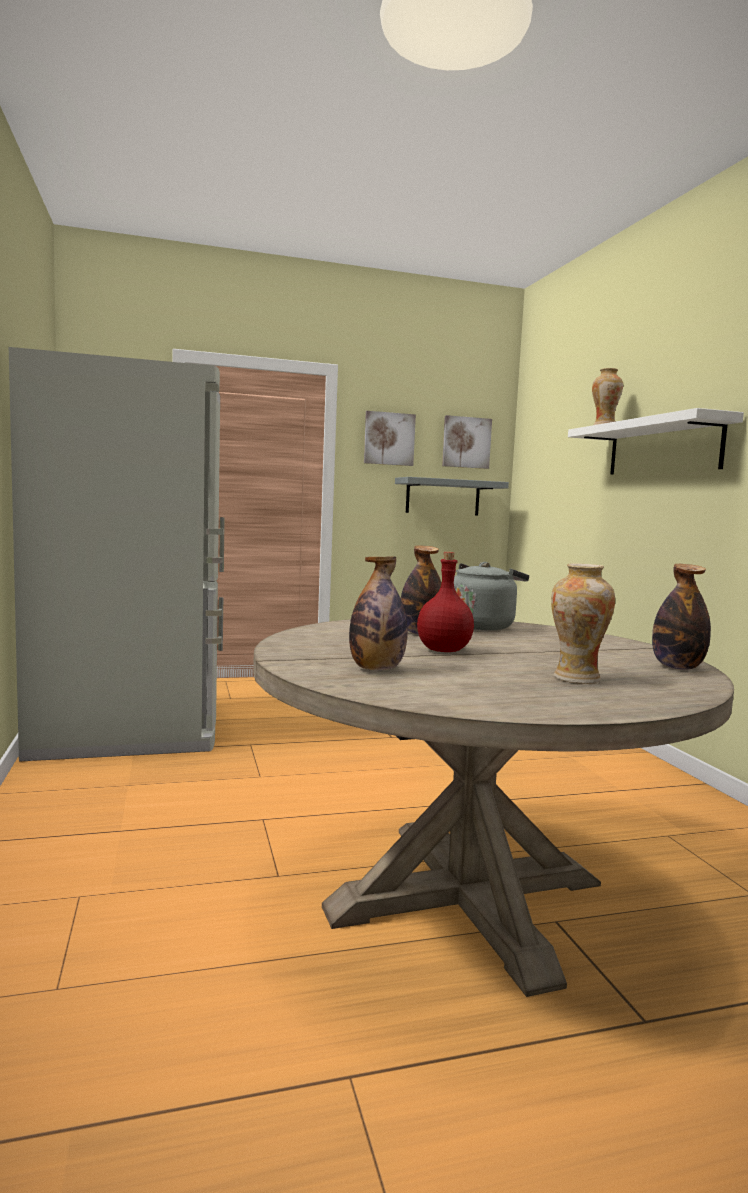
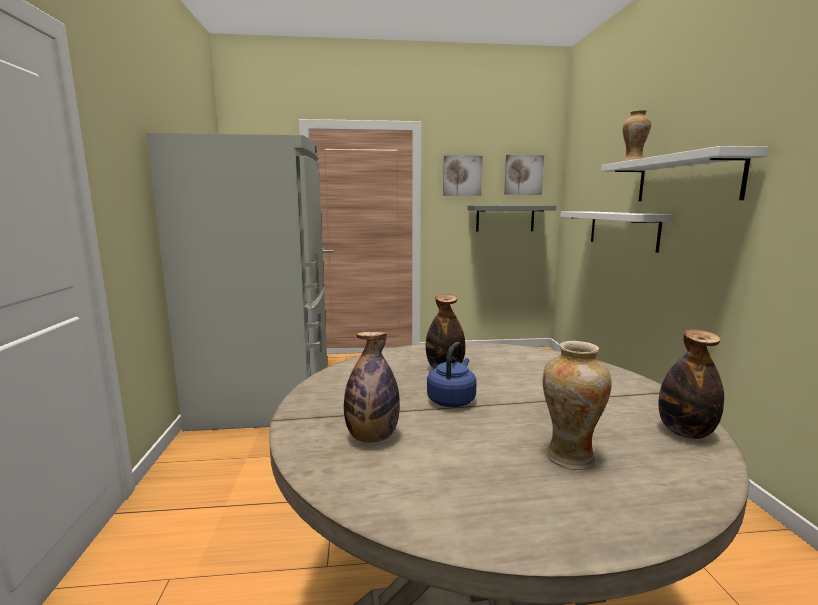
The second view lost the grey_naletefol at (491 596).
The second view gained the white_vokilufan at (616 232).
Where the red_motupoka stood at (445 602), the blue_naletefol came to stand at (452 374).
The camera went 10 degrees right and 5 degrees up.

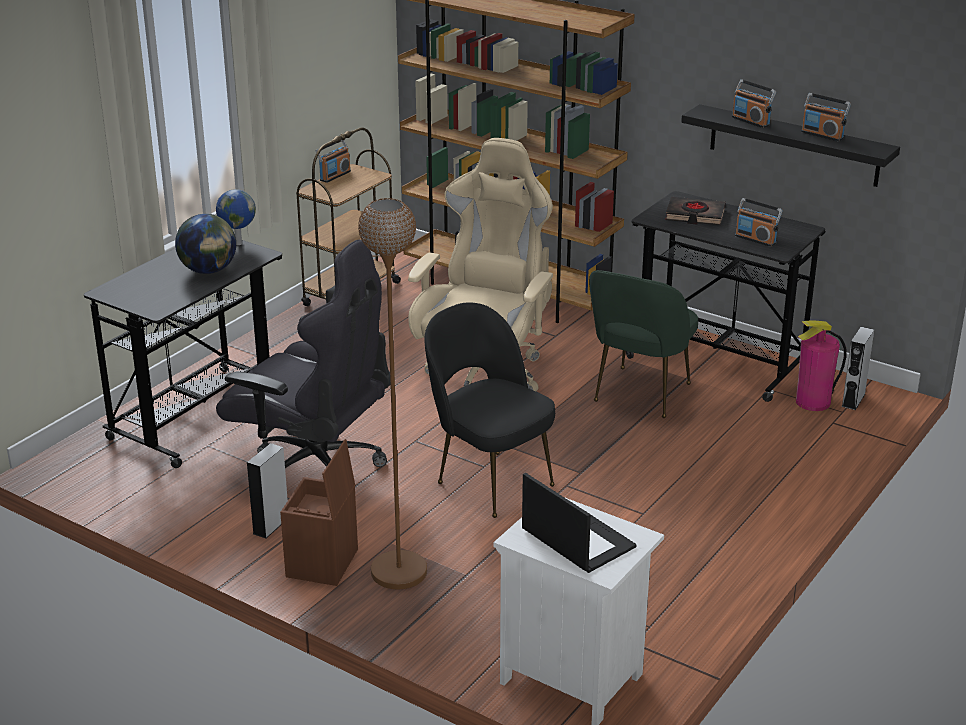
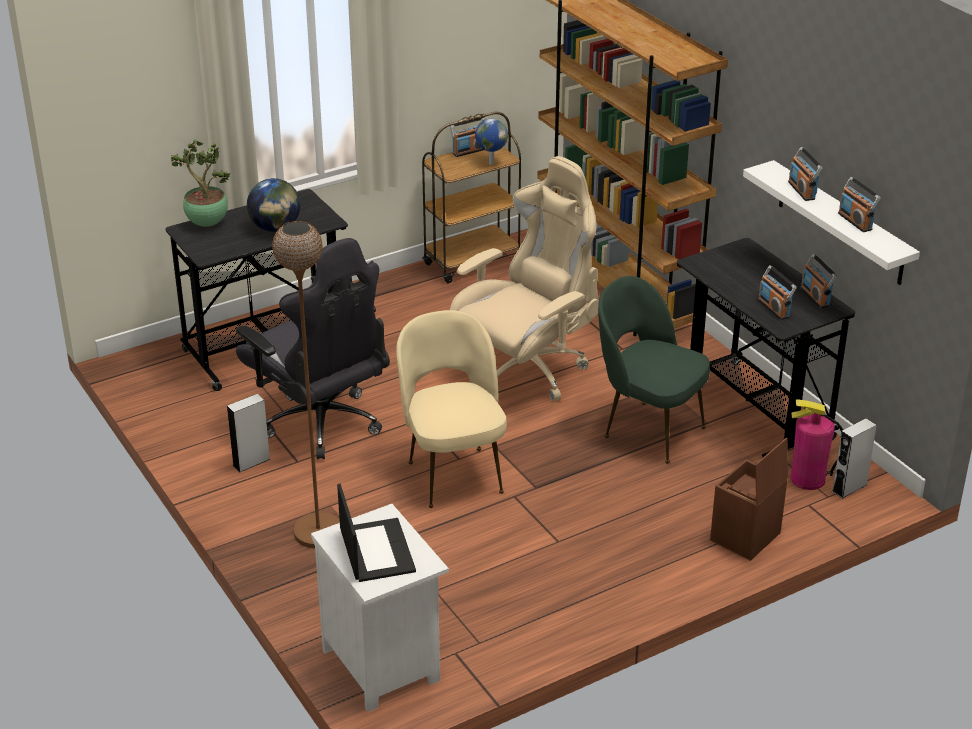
The second view lost the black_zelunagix at (695 211).
The second view gained the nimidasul at (200 183).
The second view gained the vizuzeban at (819 281).
The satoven ended up elsewhere, having gone from (236 217) to (491 141).
The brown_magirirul ended up elsewhere, having gone from (319 512) to (749 499).
What was the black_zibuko at (490 410) turned into the beige_zibuko at (451 409).
What was the black_vokilufan at (790 145) turned into the white_vokilufan at (831 222).
The green_zibuko at (643 344) ended up facing another way, 75 degrees clockwise from before.
The camera went 25 degrees right and 5 degrees up.

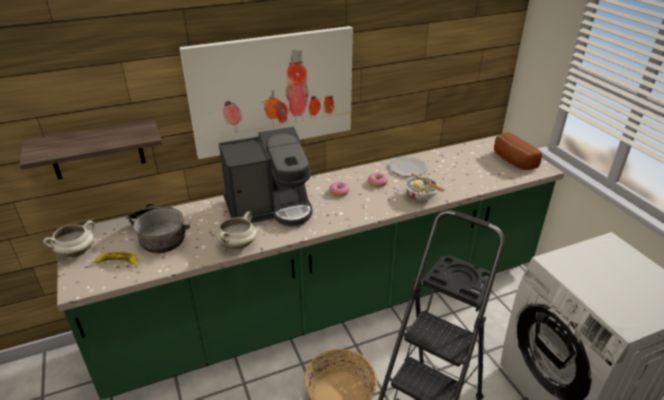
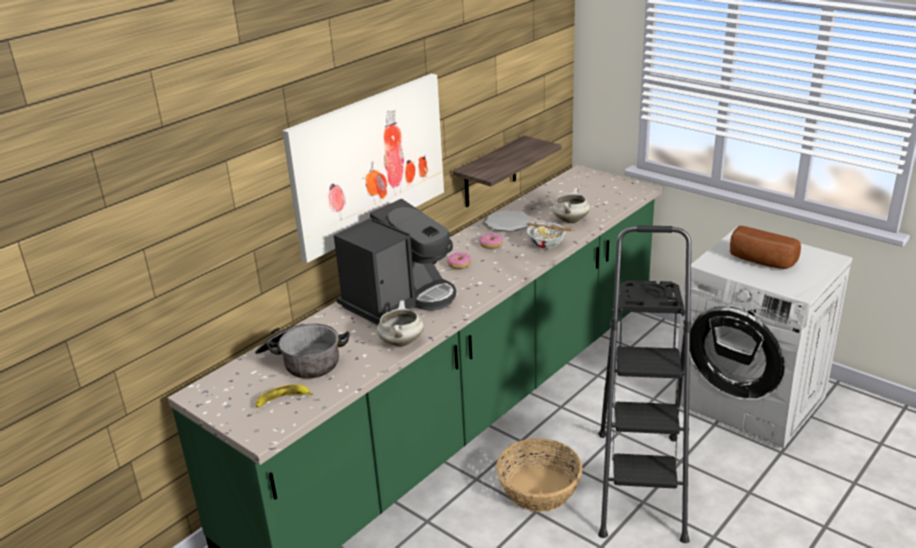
The vokilufan ended up elsewhere, having gone from (90 149) to (507 171).
The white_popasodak ended up elsewhere, having gone from (69 238) to (571 205).
The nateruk ended up elsewhere, having gone from (518 151) to (765 247).
The camera went 25 degrees left and 5 degrees down.

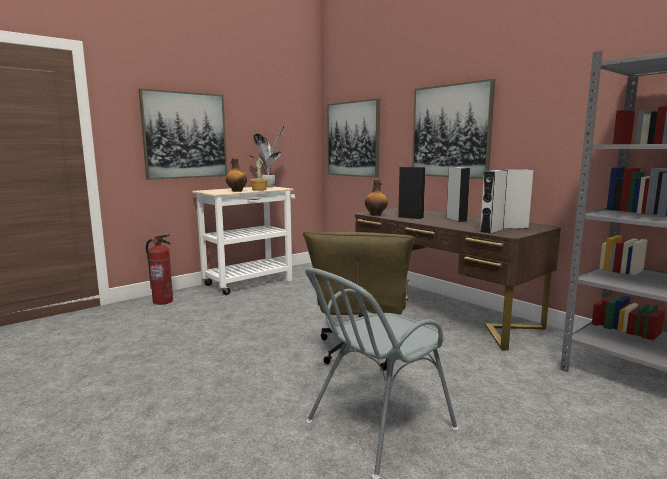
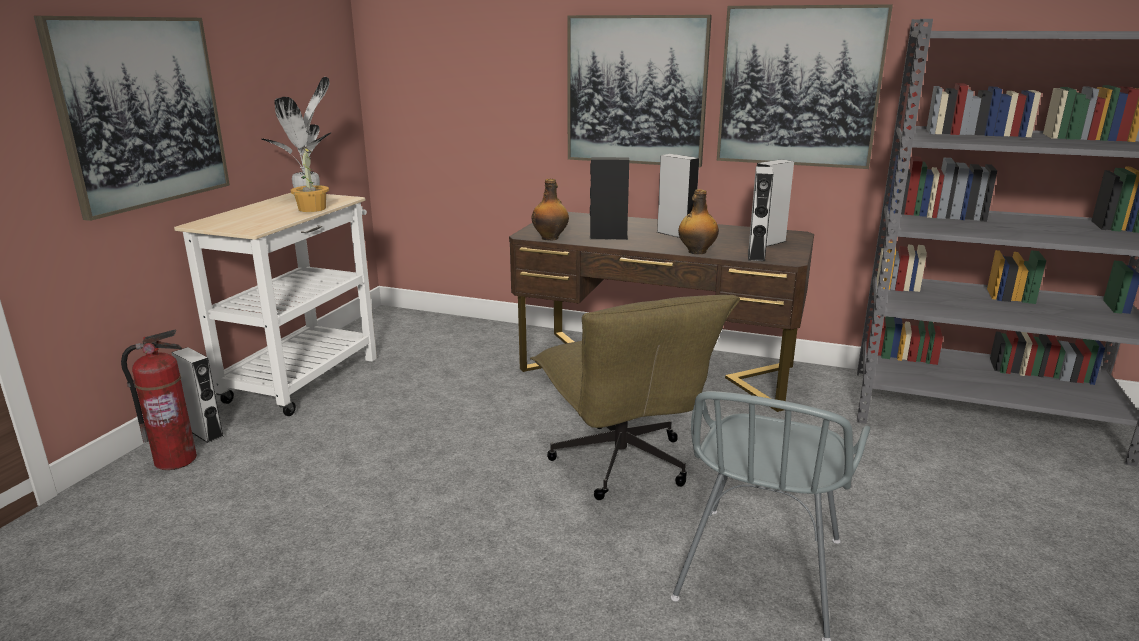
The second view gained the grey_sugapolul at (198 395).
The motupoka ended up elsewhere, having gone from (236 175) to (698 221).
The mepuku ended up elsewhere, having gone from (353 138) to (805 86).
The camera went 30 degrees left and 10 degrees up.

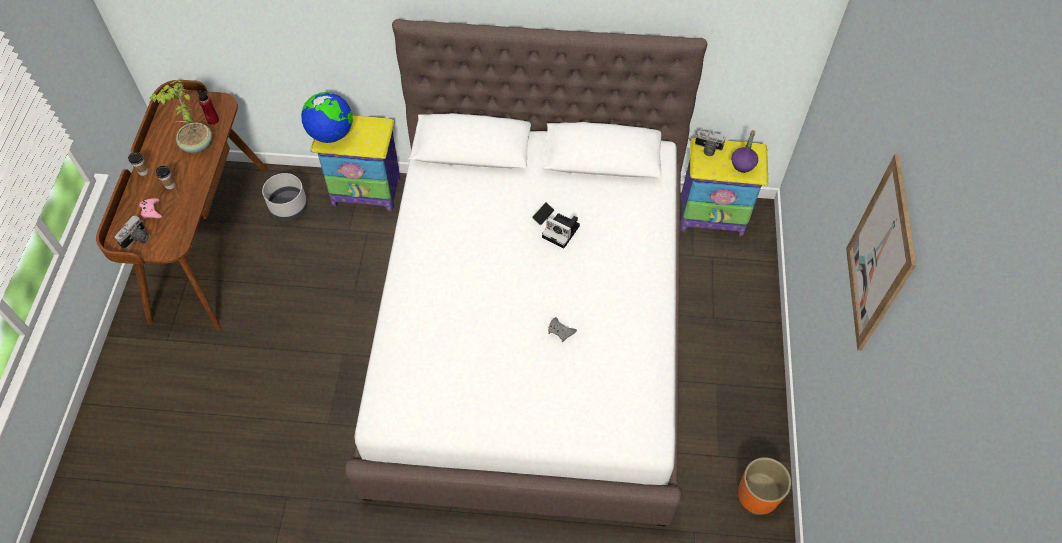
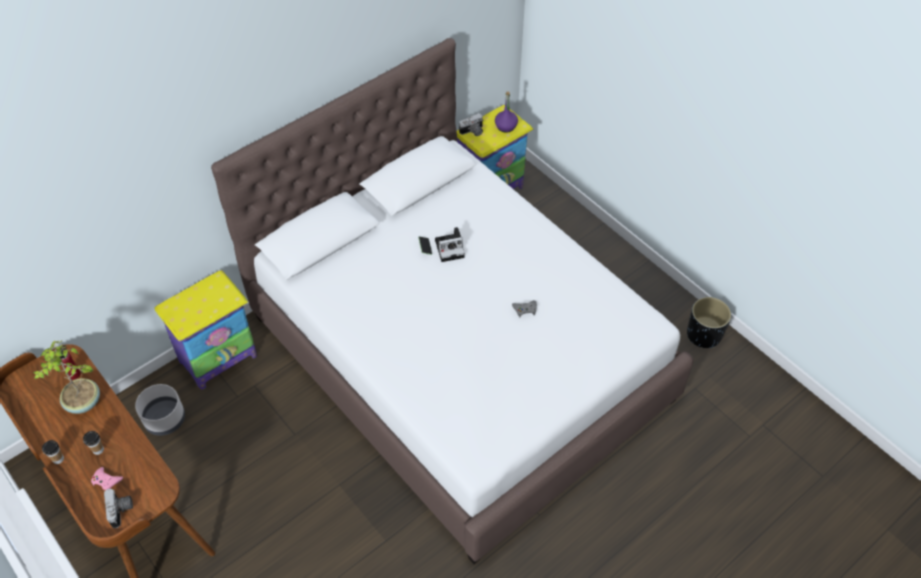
The second view lost the satoven at (327 117).
The second view lost the mepuku at (881 252).
What was the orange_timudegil at (764 486) turned into the black_timudegil at (709 322).
The camera went 45 degrees left and 5 degrees down.

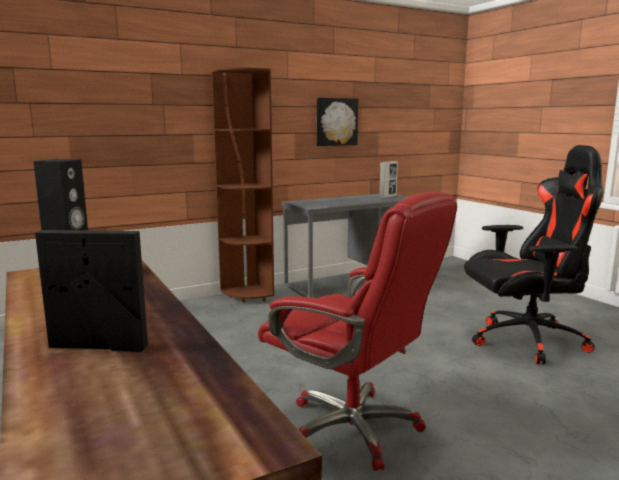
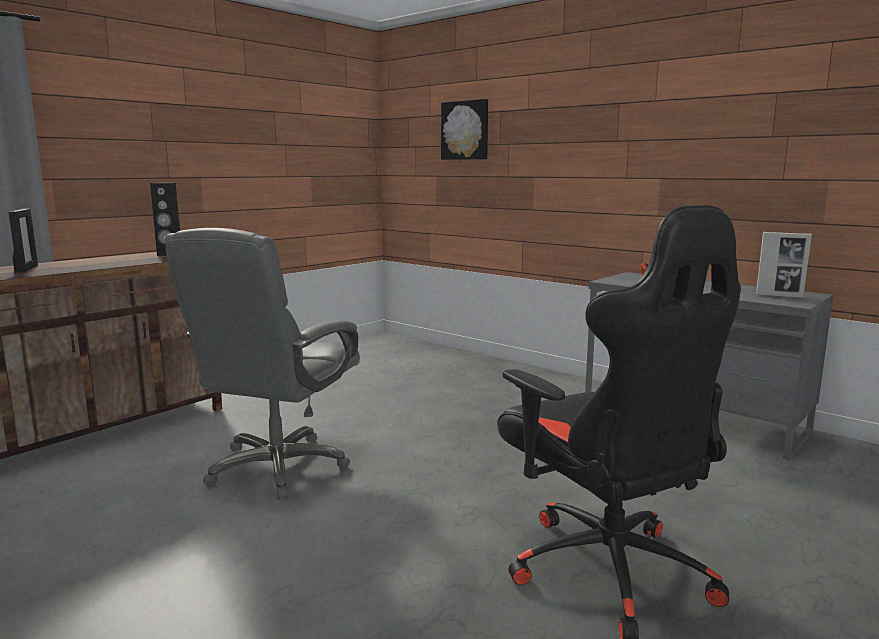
The second view lost the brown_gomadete at (243 185).
The mepuku ended up elsewhere, having gone from (338 122) to (464 129).
What was the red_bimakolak at (357 331) turned into the grey_bimakolak at (262 364).
The camera went 70 degrees right and 0 degrees up.

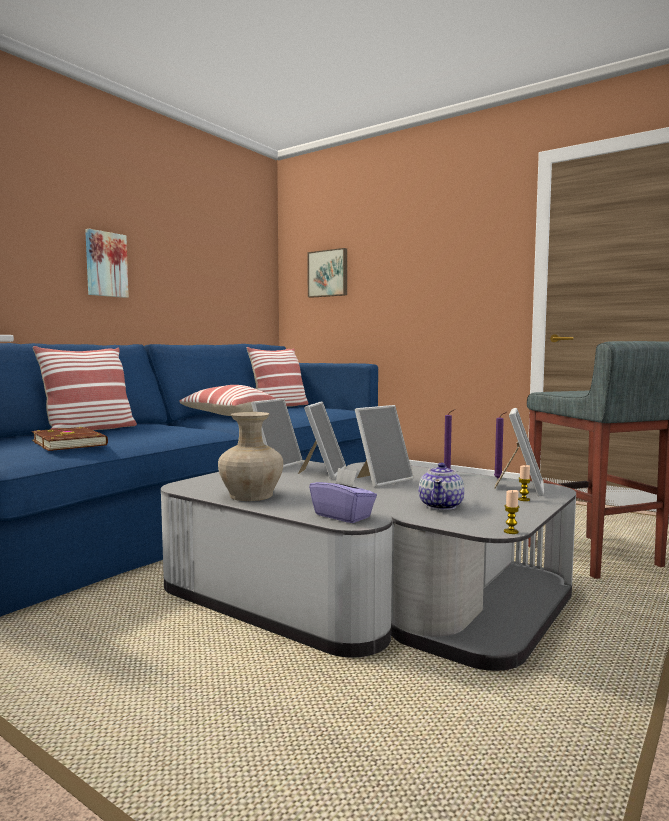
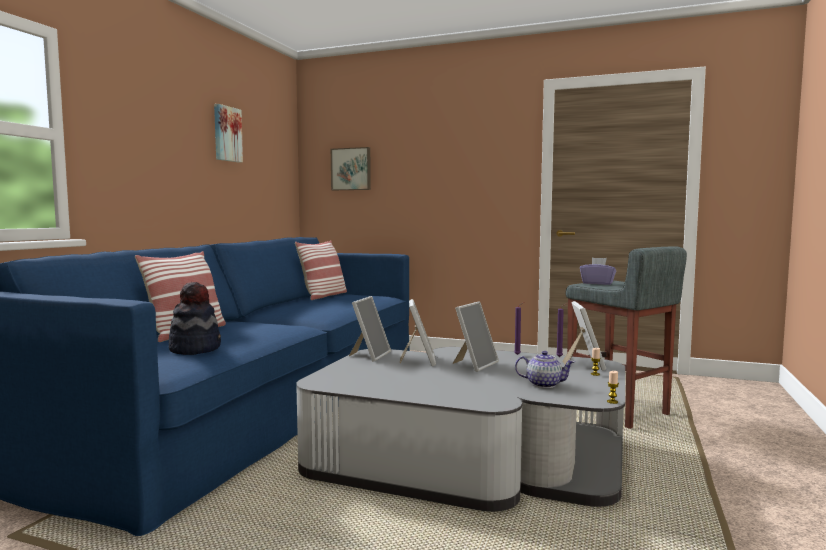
The second view lost the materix at (228 400).
The second view lost the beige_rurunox at (250 456).
The mepuku ended up elsewhere, having gone from (107 263) to (228 133).
The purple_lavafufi ended up elsewhere, having gone from (343 495) to (598 271).
Where the brown_zelunagix stood at (70 439), the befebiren came to stand at (195 318).
The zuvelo at (441 486) ended up facing another way, 75 degrees counterclockwise from before.
The camera went 15 degrees left and 0 degrees up.

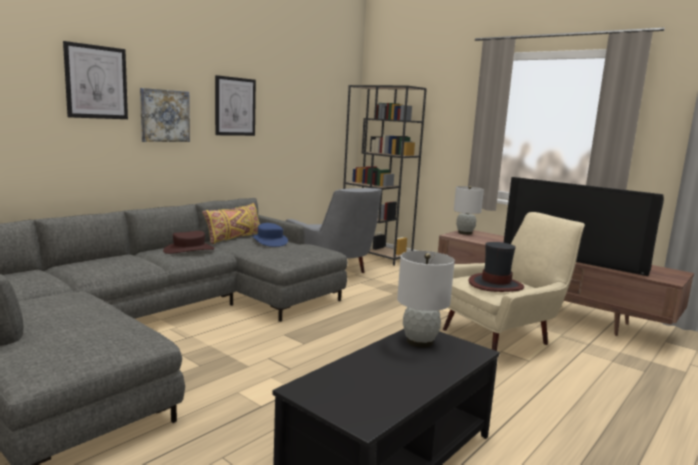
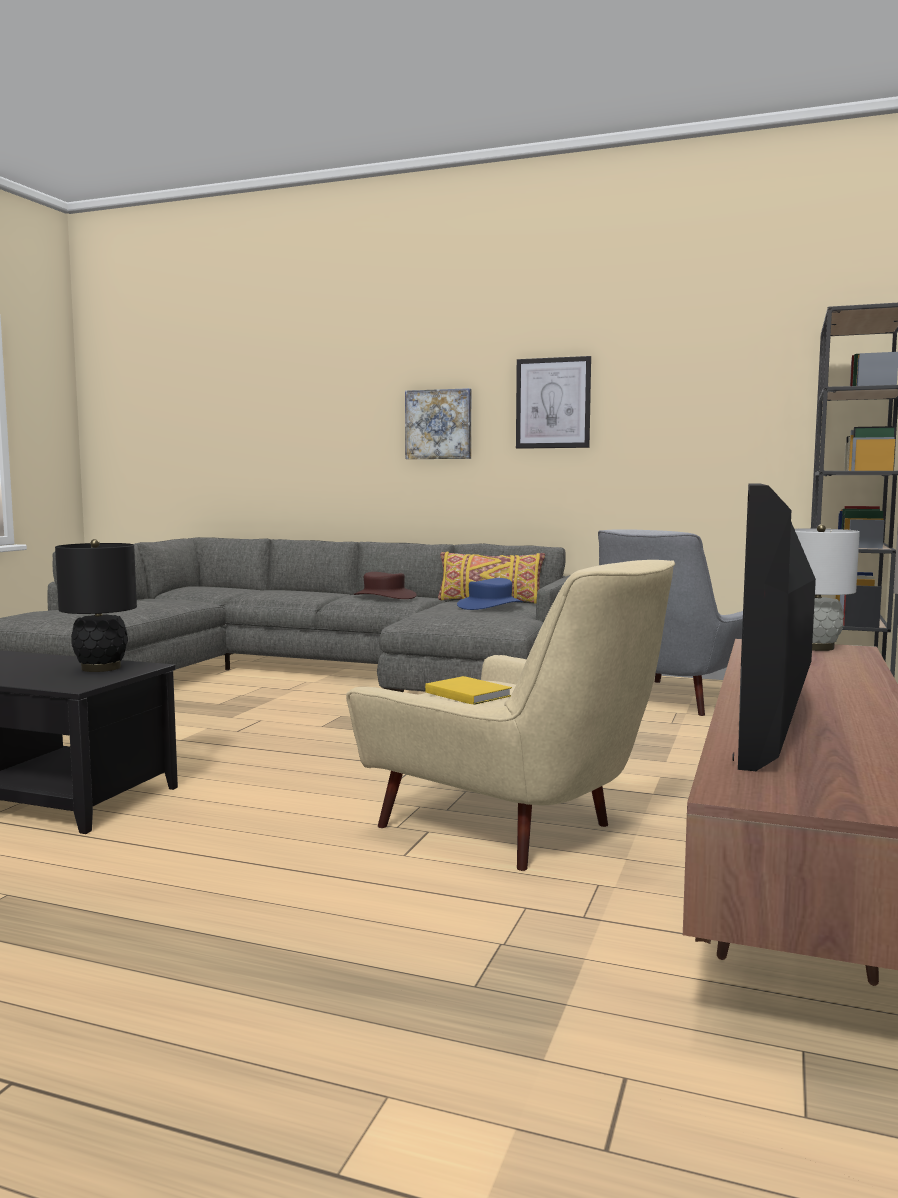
The second view lost the mepuku at (95 80).
Where the befebiren stood at (496 267), the yellow_zelunagix came to stand at (468 690).
What was the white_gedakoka at (426 299) turned into the black_gedakoka at (96 605).
The camera went 70 degrees right and 5 degrees down.

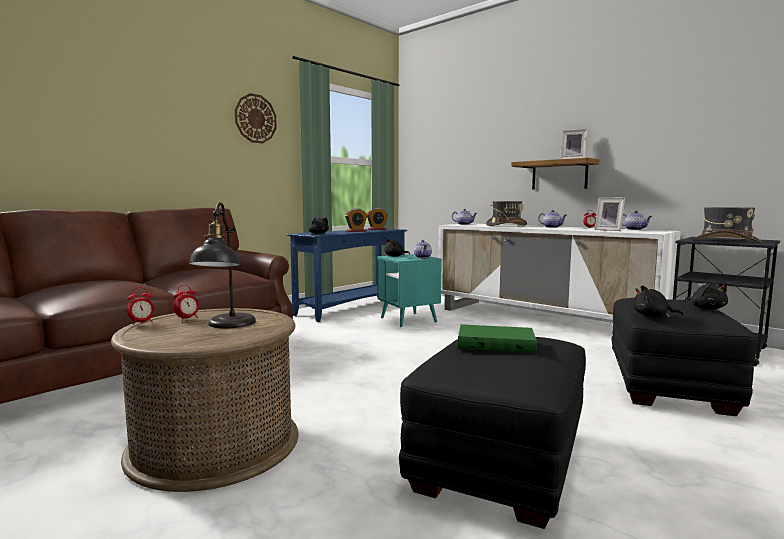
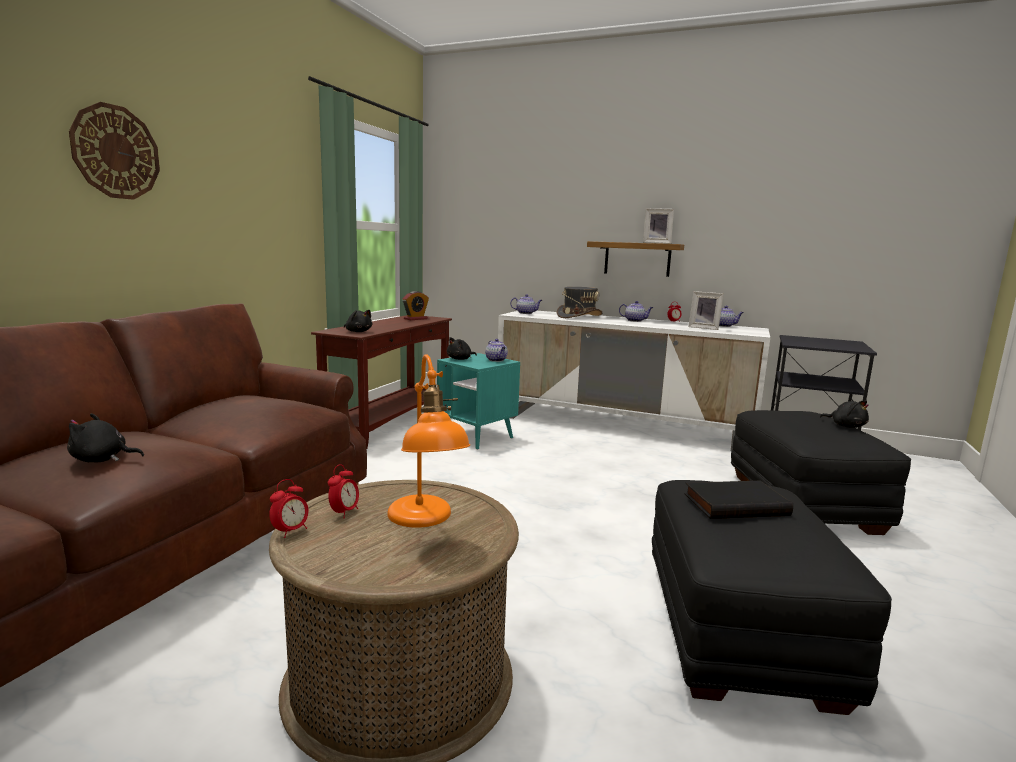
The second view lost the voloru at (356 220).
The second view lost the grey_befebiren at (727 225).
The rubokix ended up elsewhere, having gone from (256 118) to (114 151).
The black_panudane ended up elsewhere, having gone from (658 301) to (105 437).
What was the grey_gedakoka at (222 265) turned into the orange_gedakoka at (428 441).
What was the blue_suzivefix at (347 275) turned into the brown_suzivefix at (381 382).
What was the green_zelunagix at (497 338) turned into the black_zelunagix at (738 500).
The camera went 20 degrees left and 5 degrees up.

